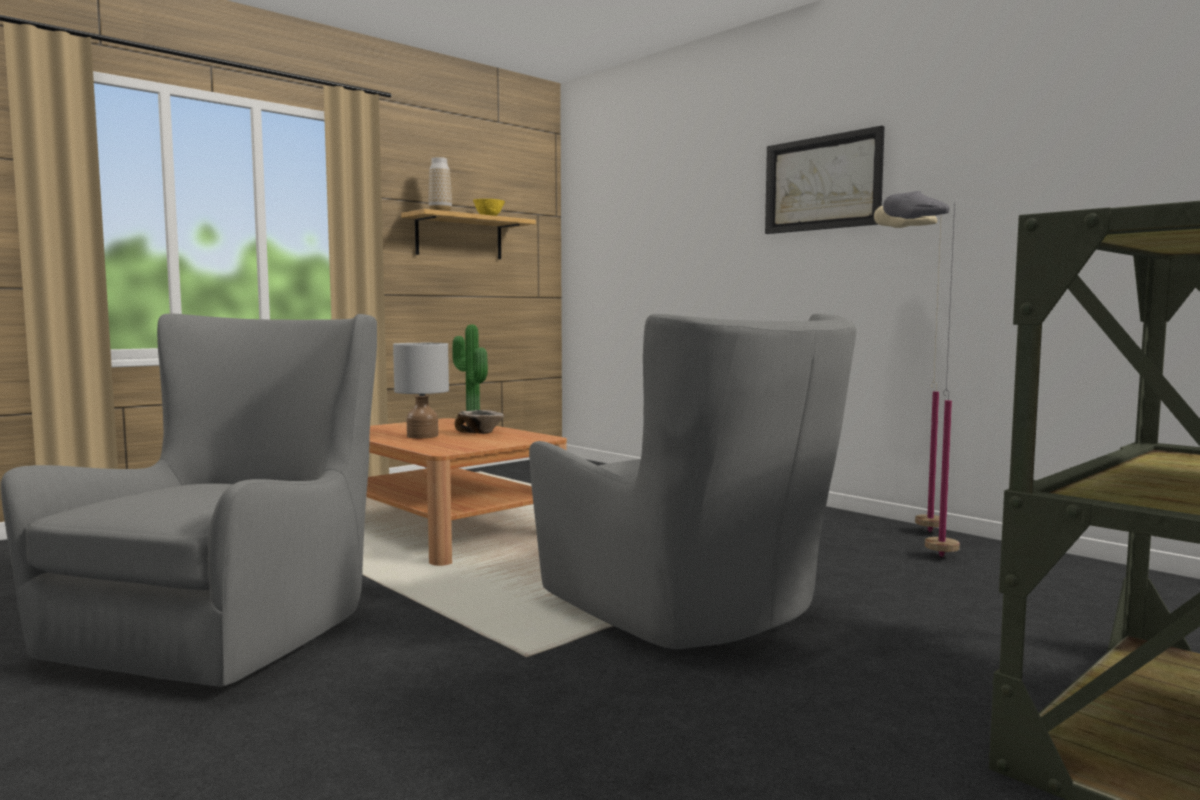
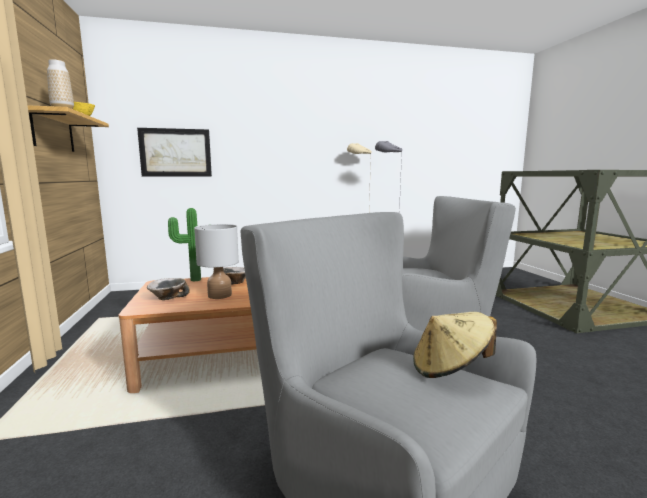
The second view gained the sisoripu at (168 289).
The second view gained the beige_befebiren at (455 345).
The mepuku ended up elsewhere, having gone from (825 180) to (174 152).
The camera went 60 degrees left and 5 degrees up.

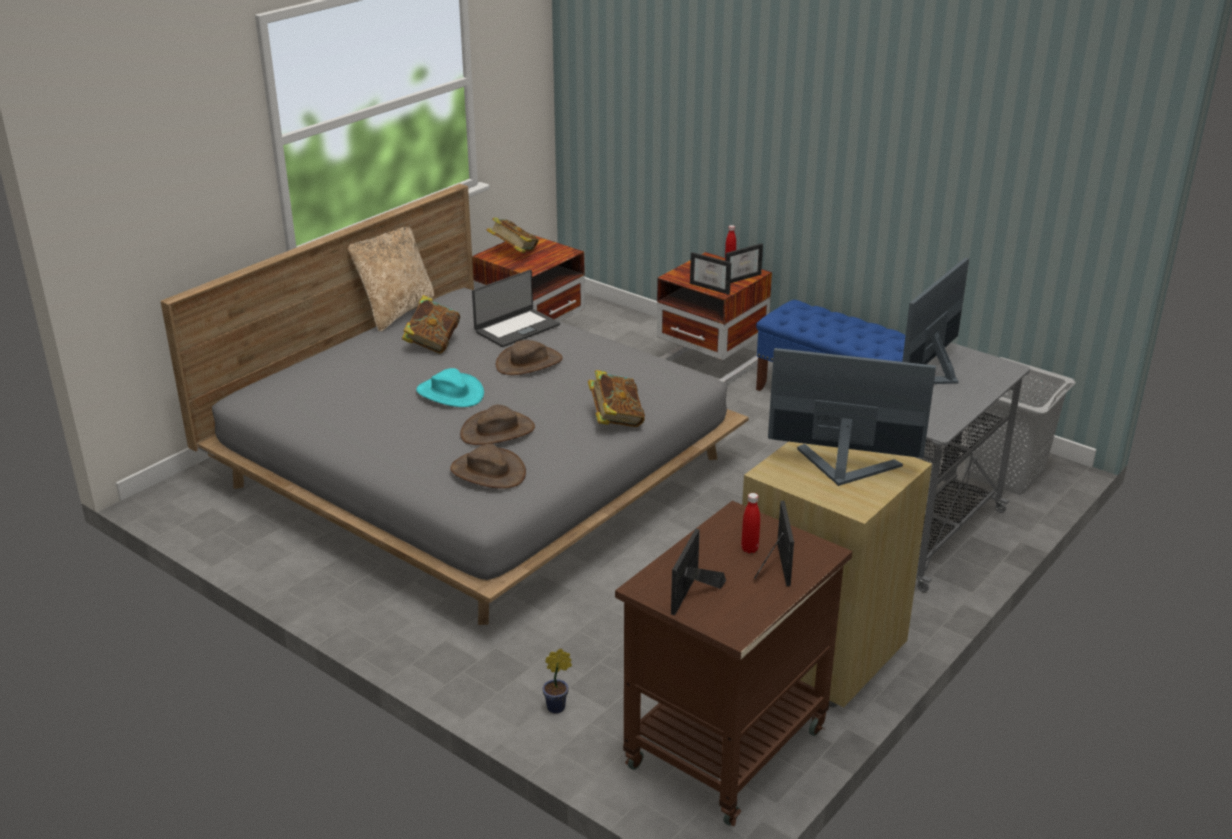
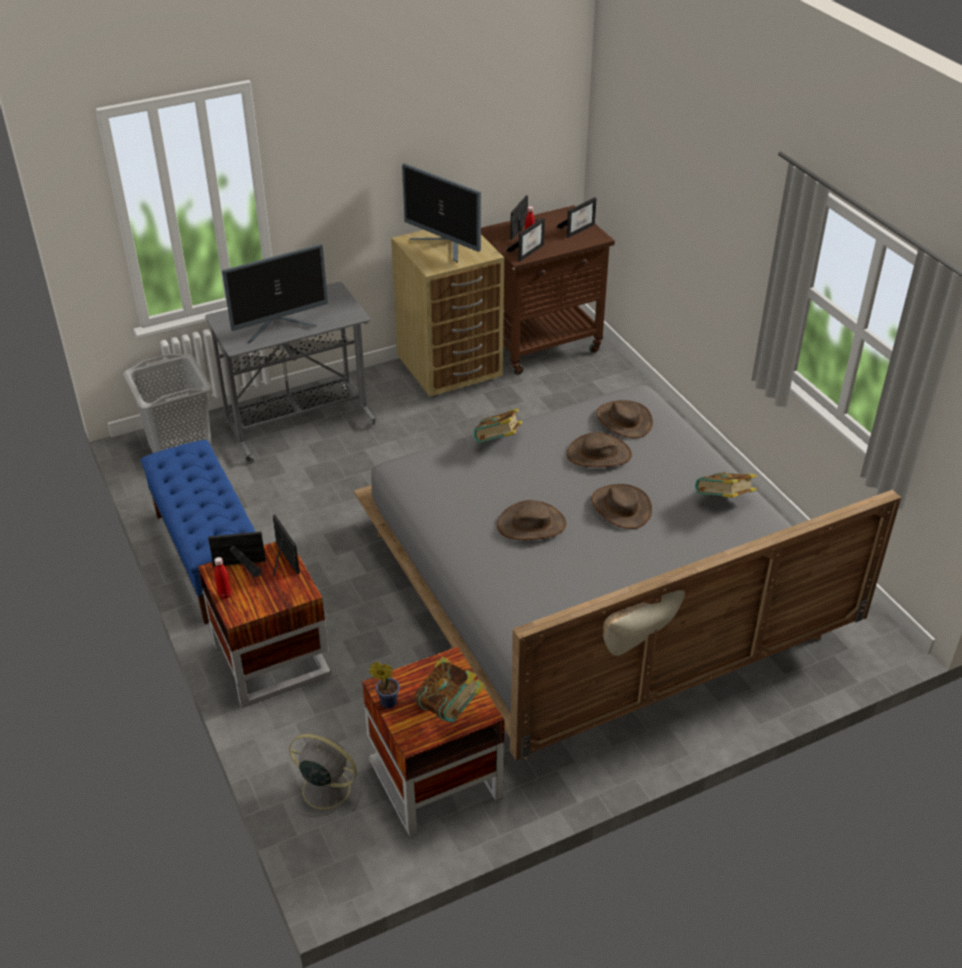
The second view lost the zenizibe at (516 308).
The second view gained the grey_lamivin at (325 775).
The second view gained the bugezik at (525 239).
The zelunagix ended up elsewhere, having gone from (431 324) to (726 485).
The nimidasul ended up elsewhere, having gone from (557 681) to (384 685).
What was the turquoise_befebiren at (450 387) turned into the brown_befebiren at (621 506).
The camera went 155 degrees left and 10 degrees up.

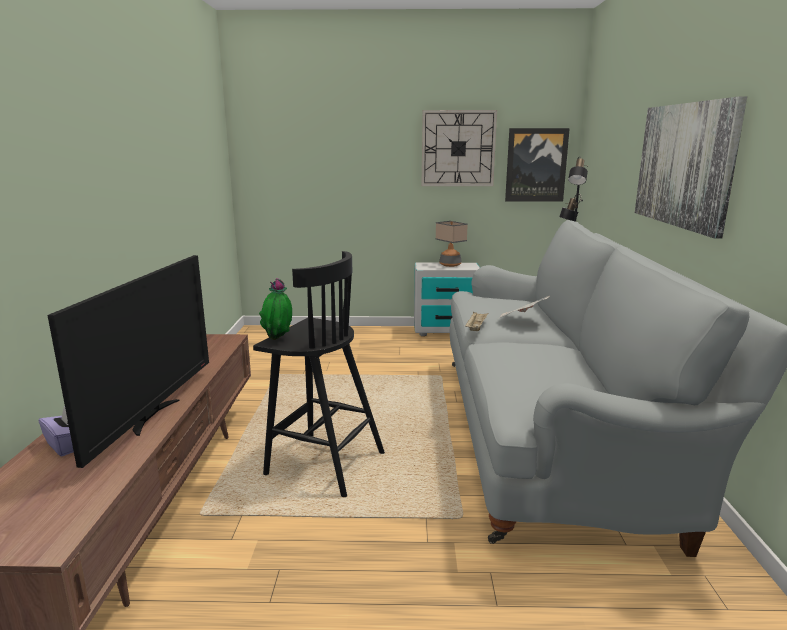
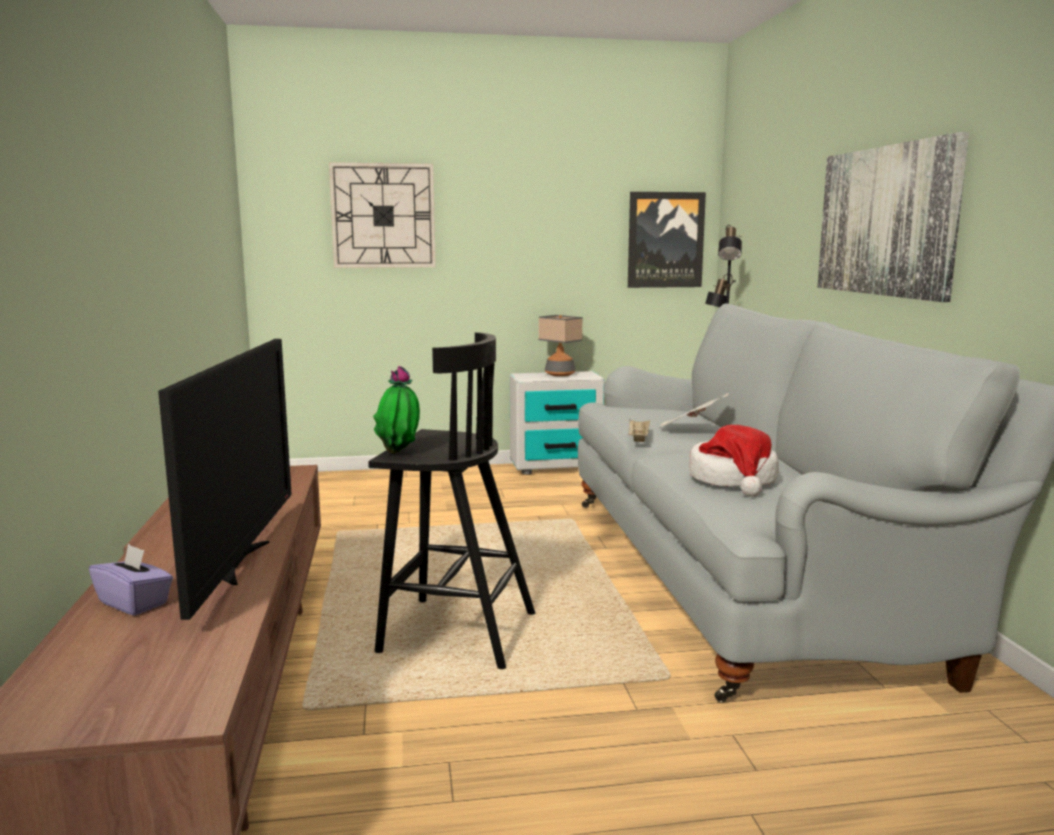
The second view gained the befebiren at (734 460).
The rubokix ended up elsewhere, having gone from (459 148) to (382 215).
The camera went 10 degrees left and 5 degrees down.

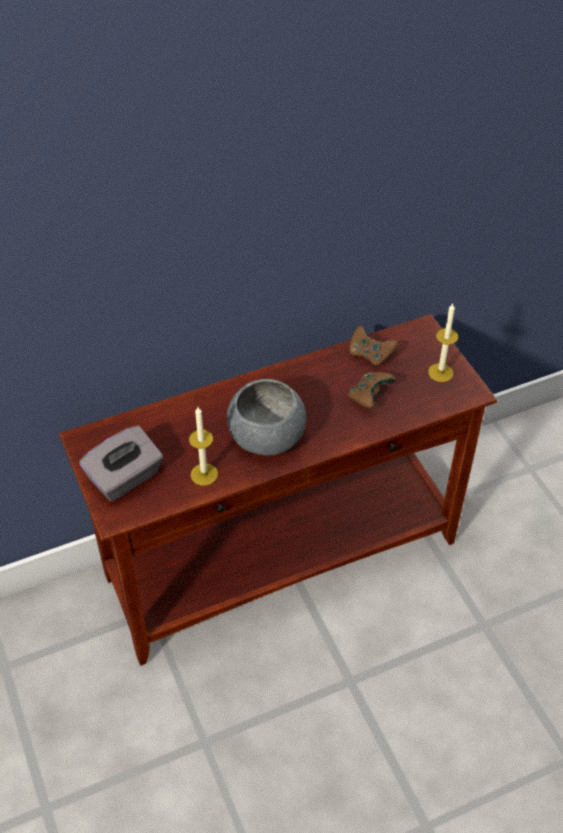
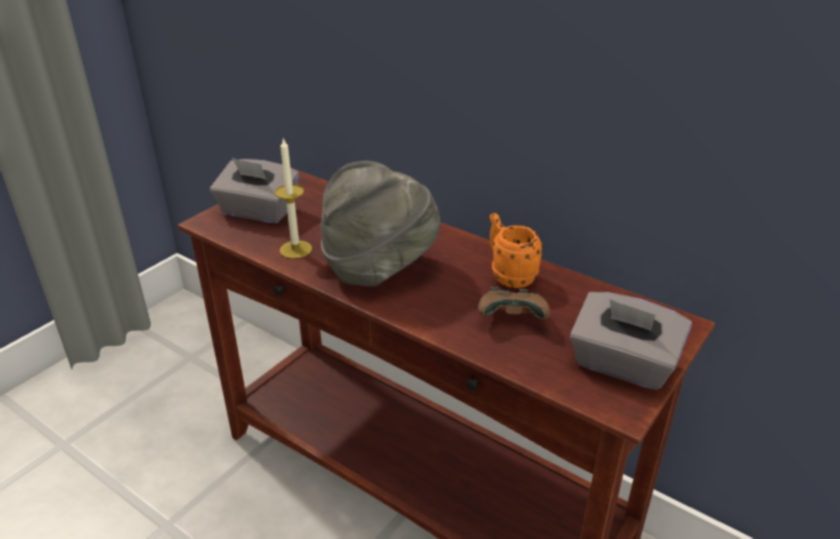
The second view lost the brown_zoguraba at (374 346).
The second view gained the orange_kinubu at (516 250).
Where the grey_sisoripu stood at (266 417), the grey_befebiren came to stand at (380 224).
Where the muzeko stood at (443 343), the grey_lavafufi came to stand at (631 341).
The camera went 60 degrees right and 15 degrees down.

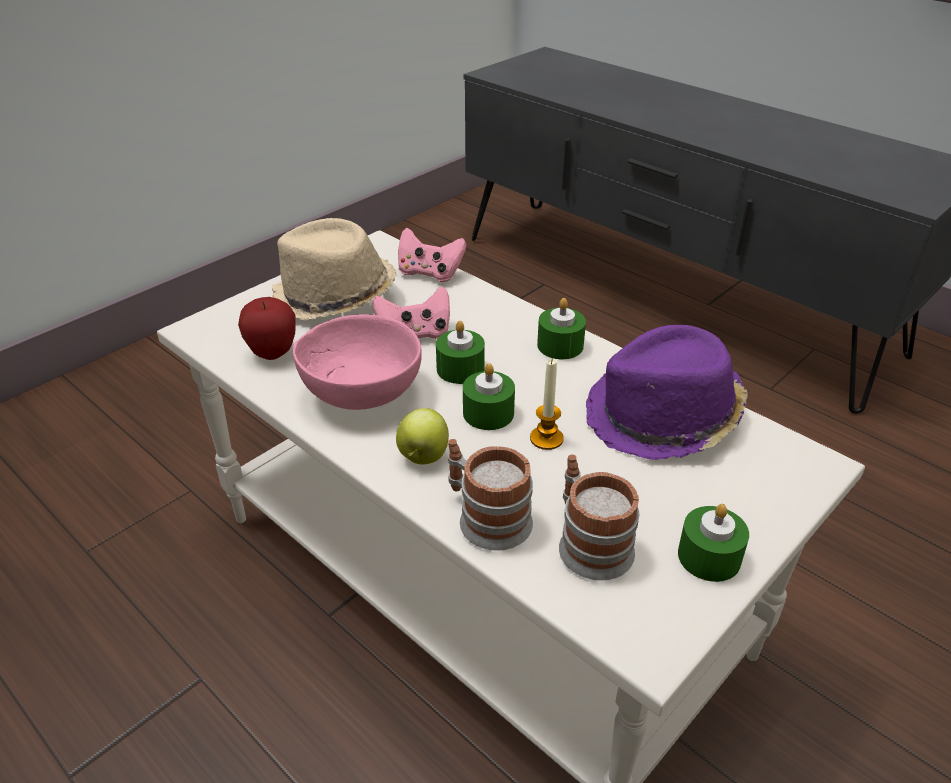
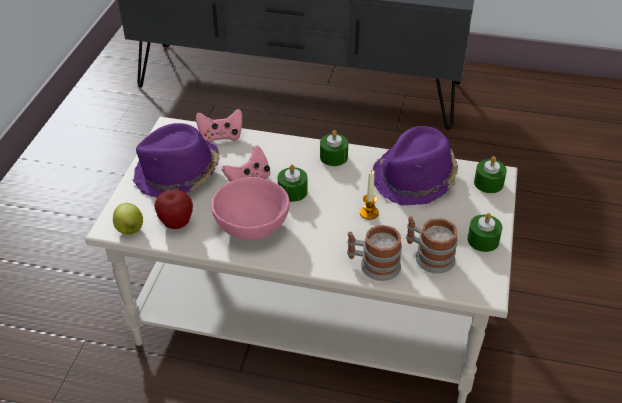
The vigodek ended up elsewhere, having gone from (422 436) to (128 219).
The green_muzeko ended up elsewhere, having gone from (489 396) to (490 174).
What was the beige_befebiren at (334 269) turned into the purple_befebiren at (176 160).
The camera went 30 degrees left and 5 degrees up.

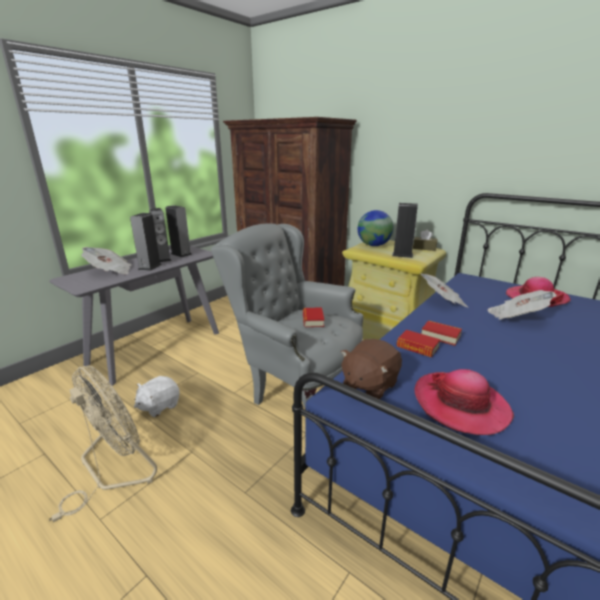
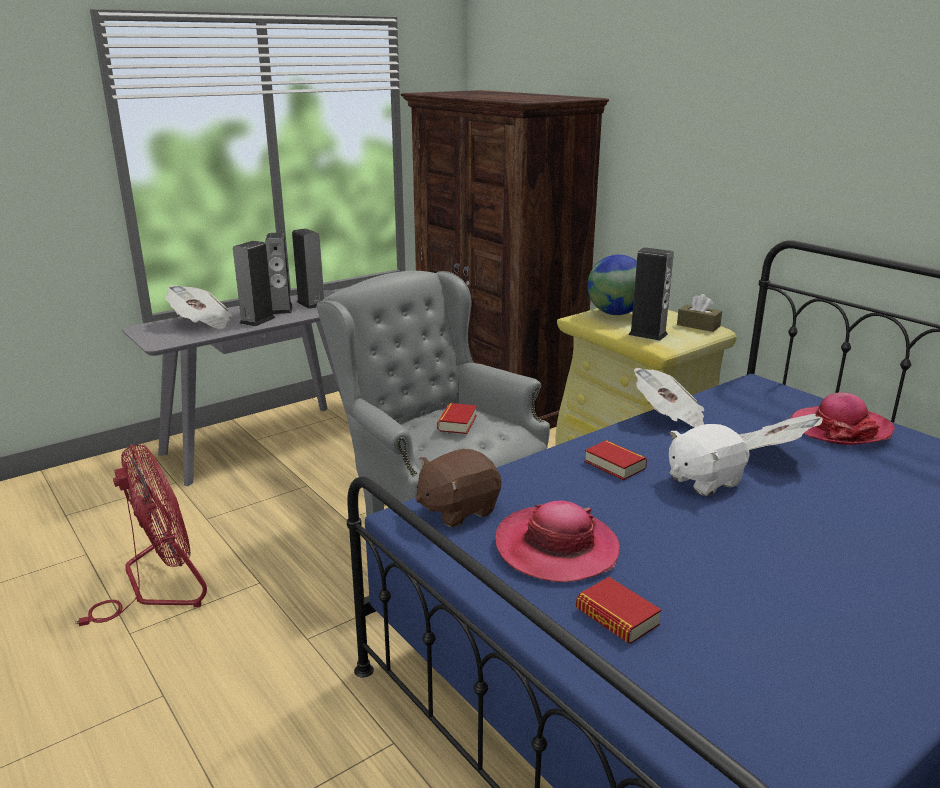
The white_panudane ended up elsewhere, having gone from (157 396) to (709 460).
The zelunagix ended up elsewhere, having gone from (418 344) to (618 610).
What was the beige_lamivin at (103 444) turned into the red_lamivin at (141 535).
The camera went 15 degrees right and 0 degrees up.

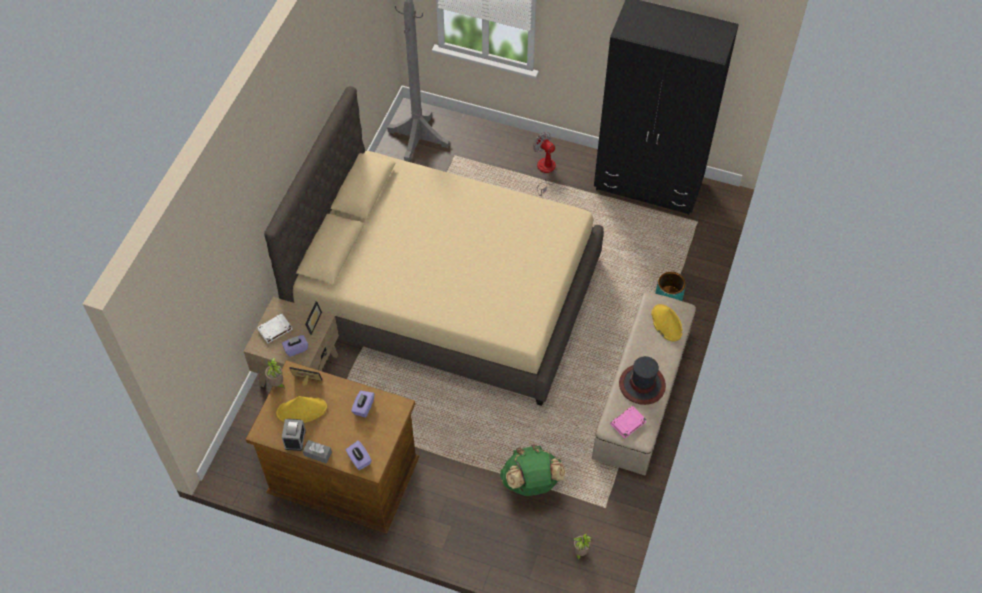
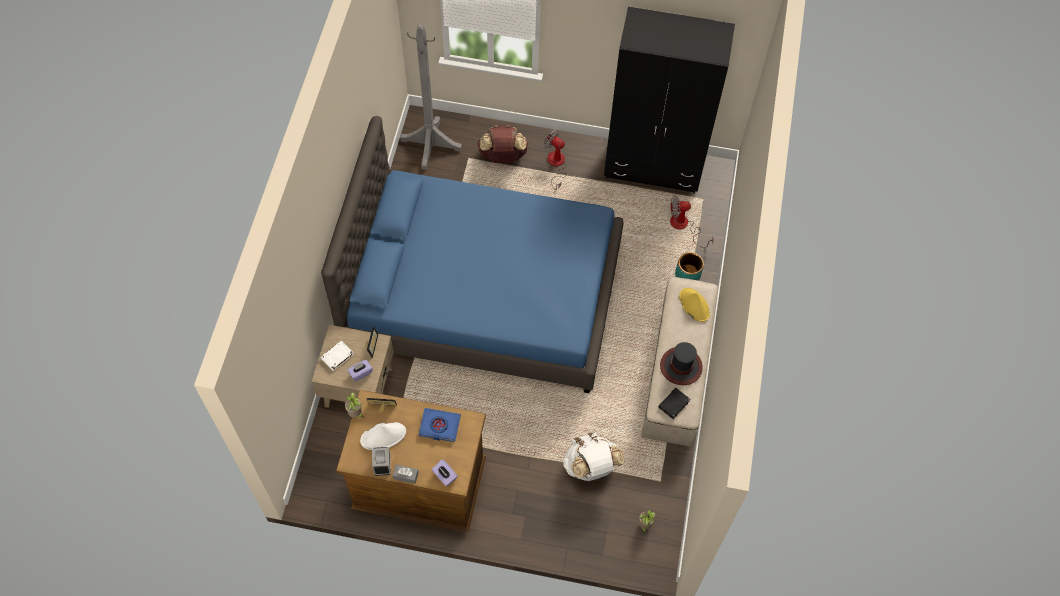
The second view gained the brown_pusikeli at (502 143).
The second view gained the lamivin at (692 222).
Where the purple_lavafufi stood at (363 404), the blue_zelunagix came to stand at (440 425).
What was the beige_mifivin at (434 246) turned into the blue_mifivin at (472 254).
What was the yellow_befebiren at (301 409) turned into the white_befebiren at (383 436).
What was the green_pusikeli at (532 470) turned into the white_pusikeli at (594 457).
What was the pink_zelunagix at (628 422) turned into the black_zelunagix at (674 403).
The camera went 10 degrees left and 5 degrees up.

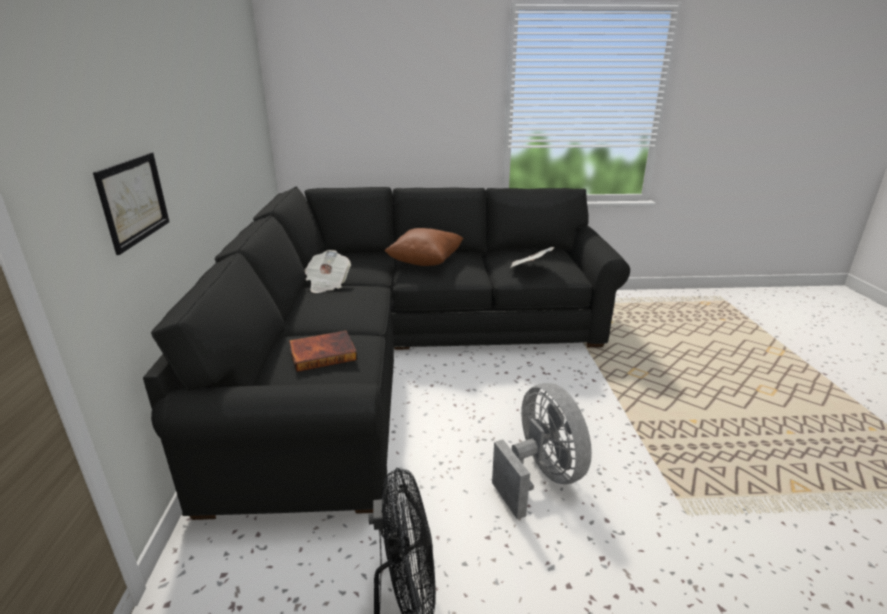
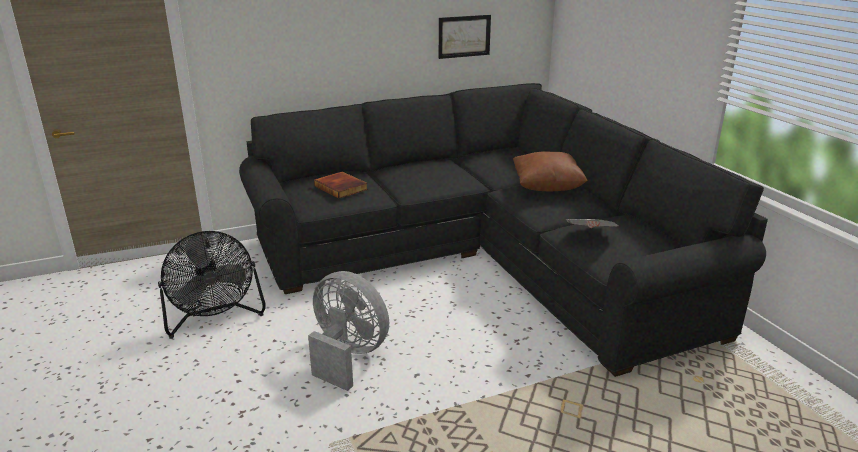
The second view lost the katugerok at (328 271).
The mepuku ended up elsewhere, having gone from (131 203) to (465 37).
The grey_lamivin at (542 451) ended up facing another way, 105 degrees counterclockwise from before.
The camera went 70 degrees right and 0 degrees up.

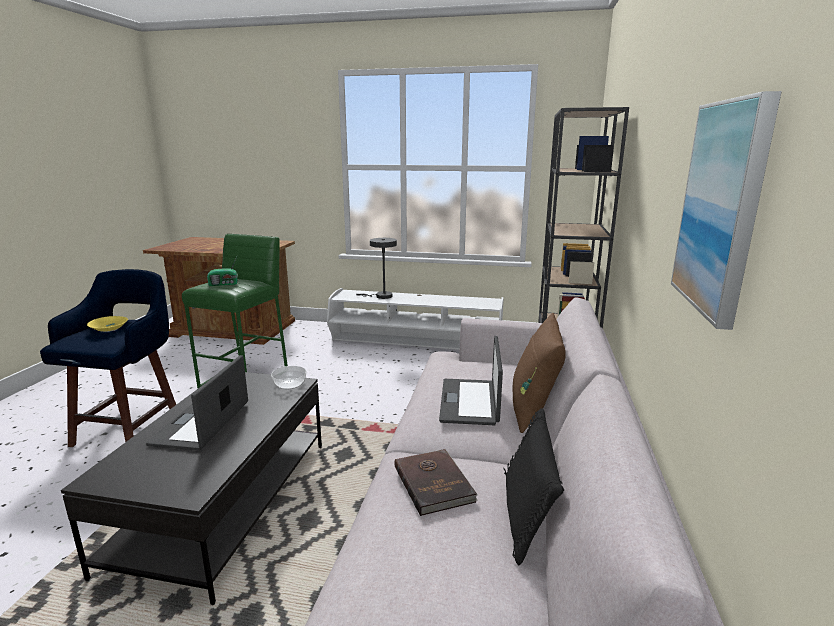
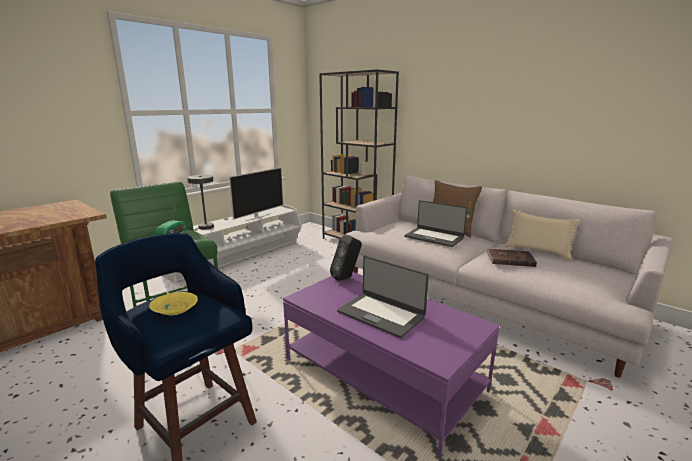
The second view lost the mepuku at (726 210).
The second view gained the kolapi at (256 194).
Where the sisoripu stood at (288 377), the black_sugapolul came to stand at (346 257).
What was the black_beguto at (191 488) turned into the purple_beguto at (391 364).
What was the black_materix at (534 487) turned into the beige_materix at (542 235).
The camera went 60 degrees left and 0 degrees up.

